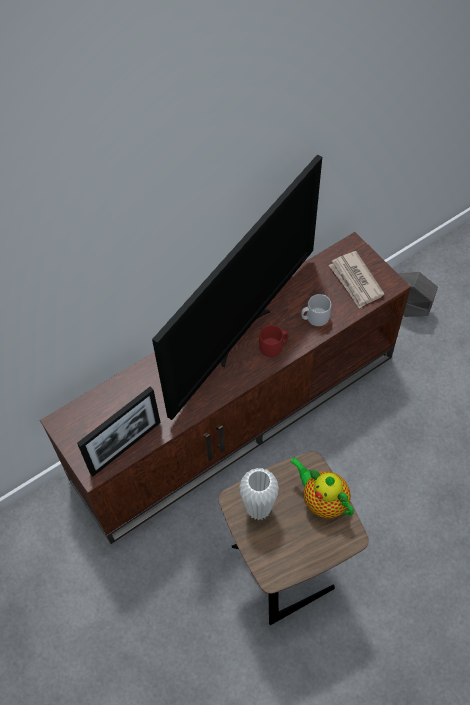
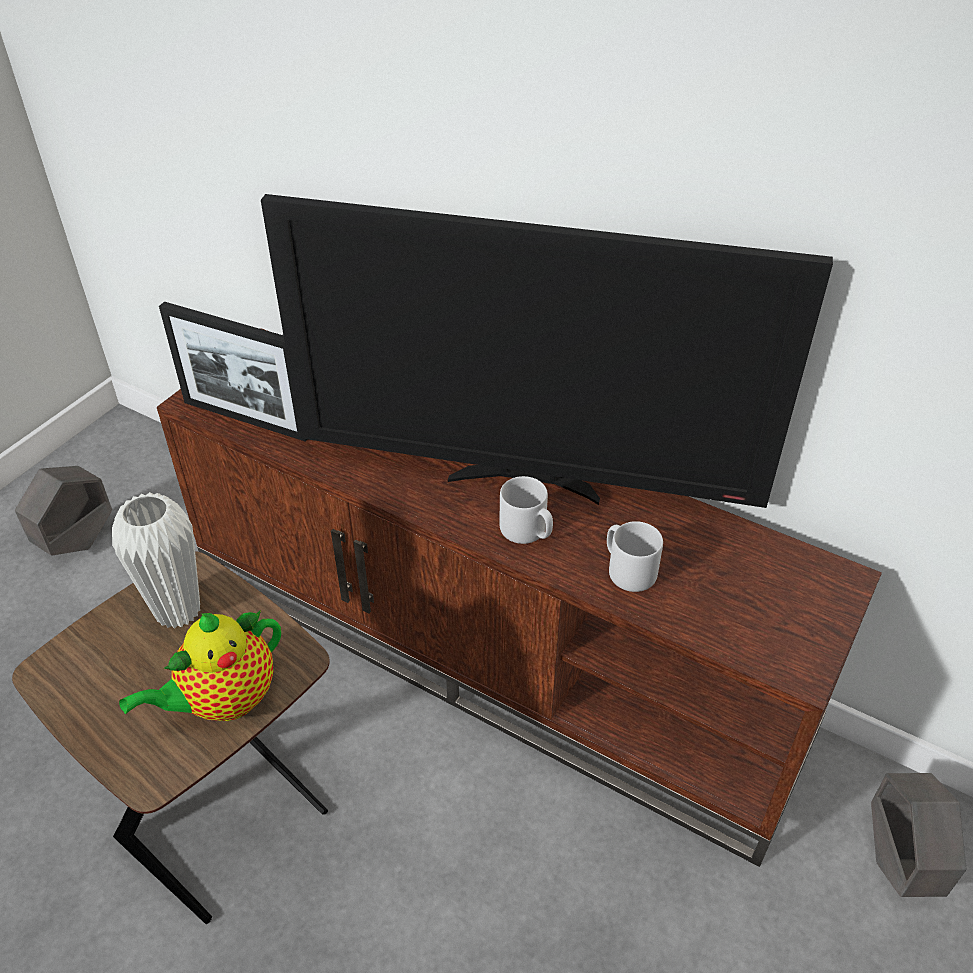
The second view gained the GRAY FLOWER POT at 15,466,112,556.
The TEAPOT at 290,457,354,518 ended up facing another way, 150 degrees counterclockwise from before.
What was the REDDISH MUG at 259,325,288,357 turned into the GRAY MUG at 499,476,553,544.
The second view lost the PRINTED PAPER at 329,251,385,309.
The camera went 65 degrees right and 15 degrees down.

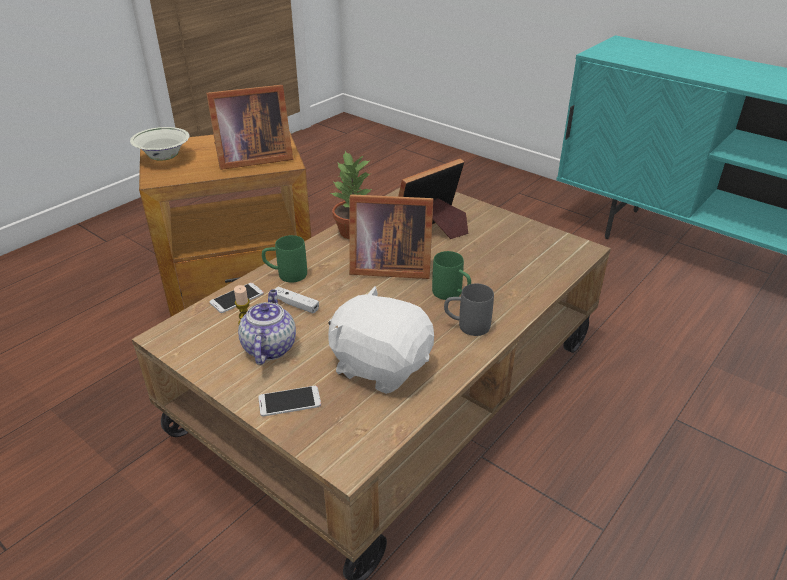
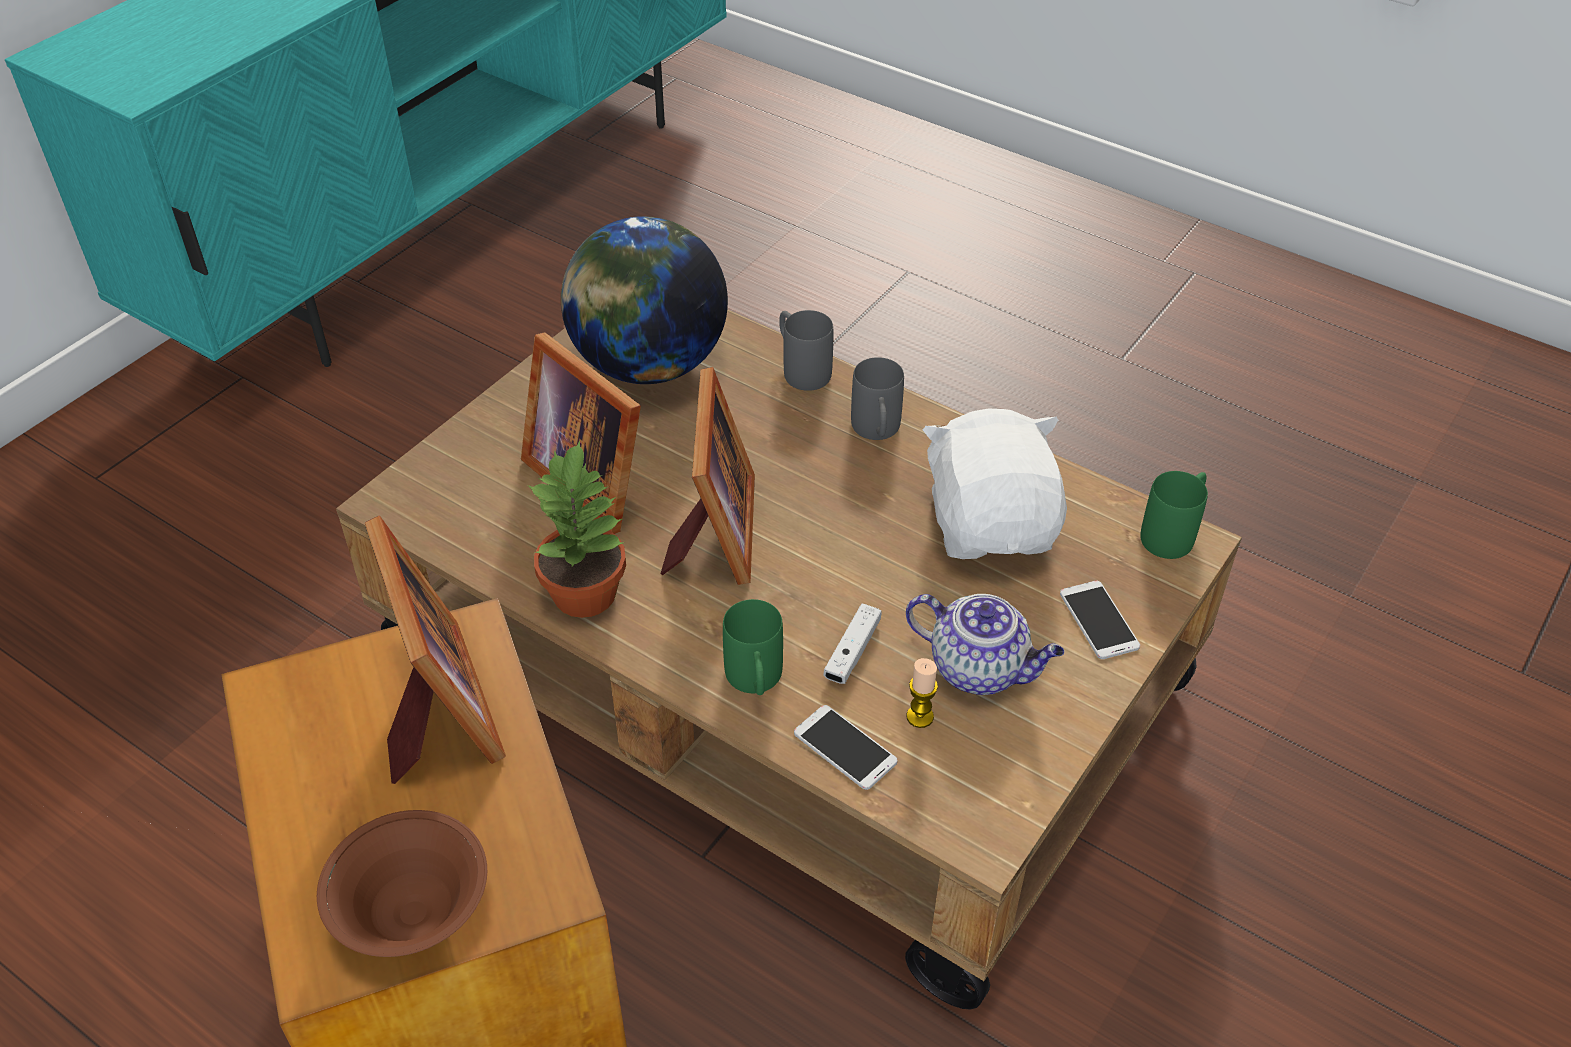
What was the WHITISH DEEP DISH at 130,127,190,161 turned into the BROWNISH DEEP DISH at 317,810,487,957.
The second view gained the DESK GLOBE at 561,216,728,384.
The second view gained the GRAY MUG at 779,310,833,391.
The TEAPOT at 238,290,296,365 ended up facing another way, 150 degrees counterclockwise from before.
The WHITISH SOFT TOY at 328,286,434,394 ended up facing another way, 150 degrees clockwise from before.
The GREEN-COLOURED MUG ended up elsewhere, having gone from 432,251,471,300 to 1140,471,1208,559.
The camera went 95 degrees left and 10 degrees up.

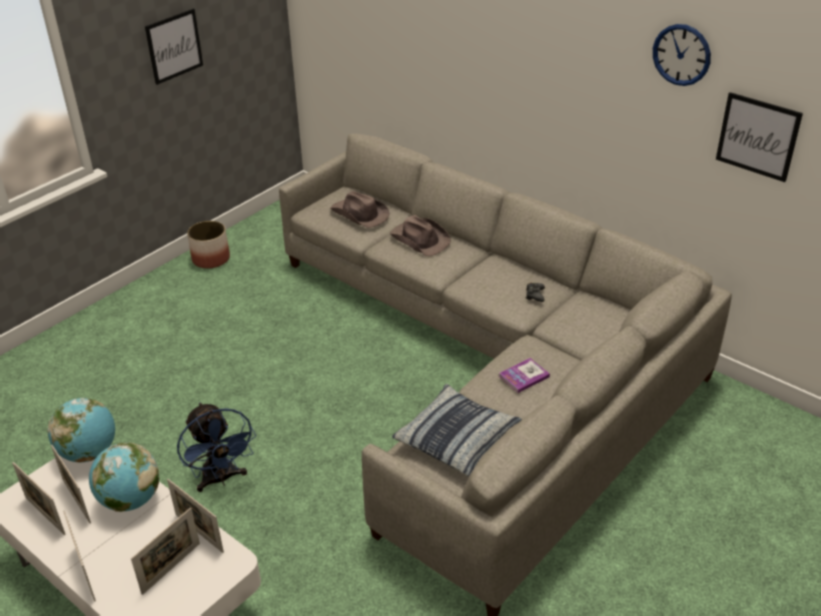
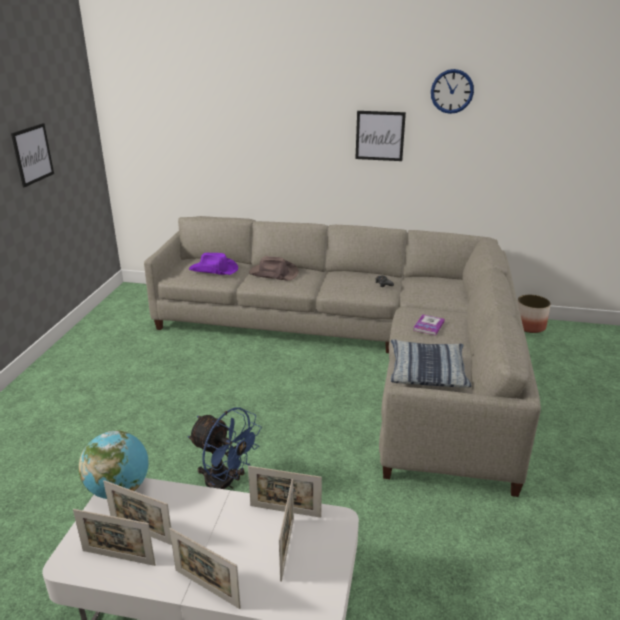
What was the BROWNISH HAT at 330,191,390,228 turned into the PURPLE-COLOURED HAT at 189,253,238,275.
The PICTURE ended up elsewhere, having gone from 716,92,803,182 to 355,111,406,161.
The FLOWER POT ended up elsewhere, having gone from 187,221,230,269 to 517,295,551,333.
The second view lost the DESK GLOBE at 89,443,159,512.
The camera went 30 degrees left and 10 degrees down.

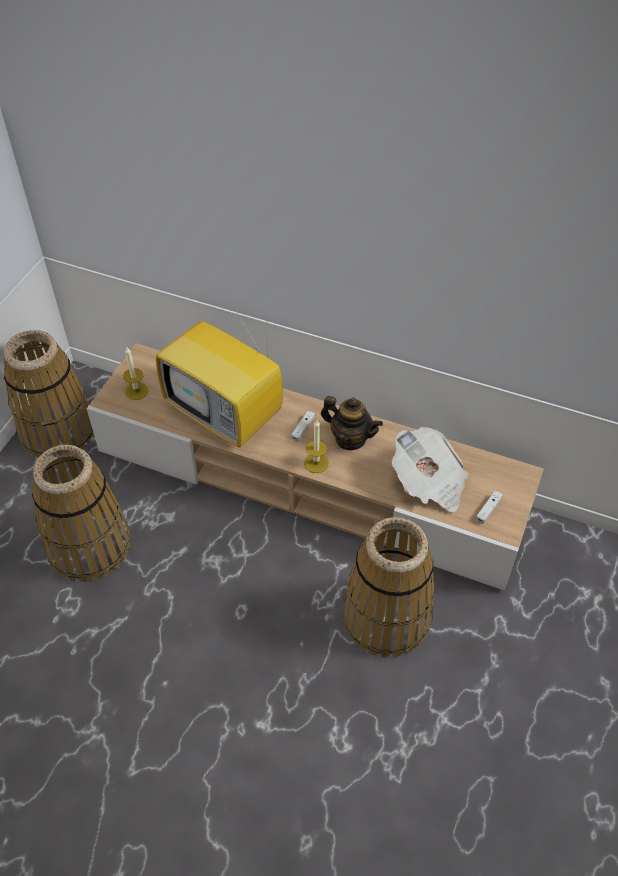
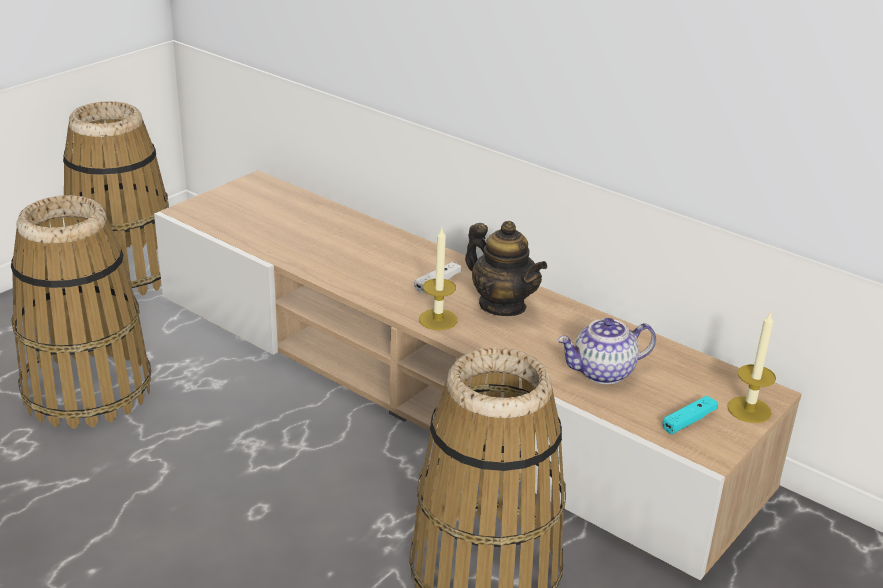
Where the PRINTED PAPER stood at 392,427,469,512, the TEAPOT came to stand at 557,318,656,384.
What was the WHITISH GAMEPAD at 476,490,503,524 turned into the TURQUOISE-COLOURED GAMEPAD at 662,395,718,434.
The CANDLE ended up elsewhere, having gone from 123,347,148,400 to 727,311,776,423.
The second view lost the TV at 156,299,283,448.
The camera went 15 degrees right and 20 degrees down.

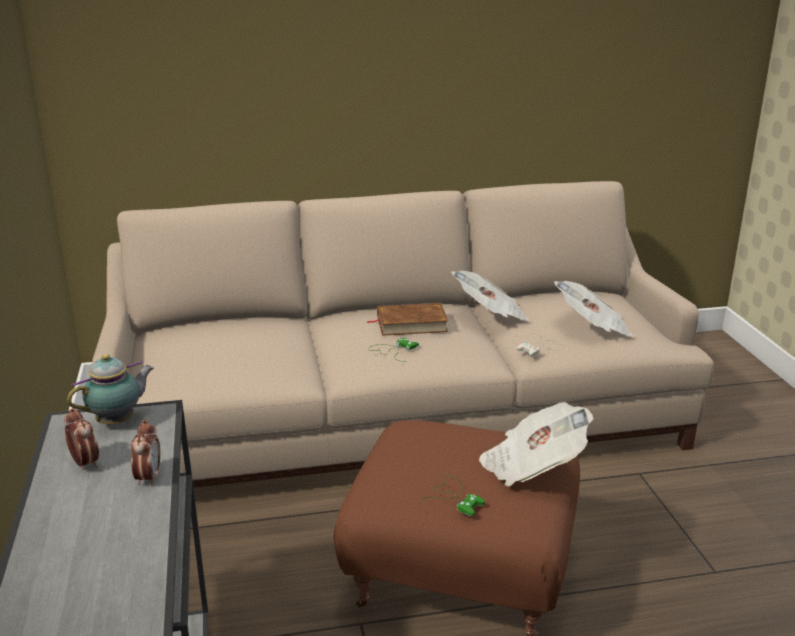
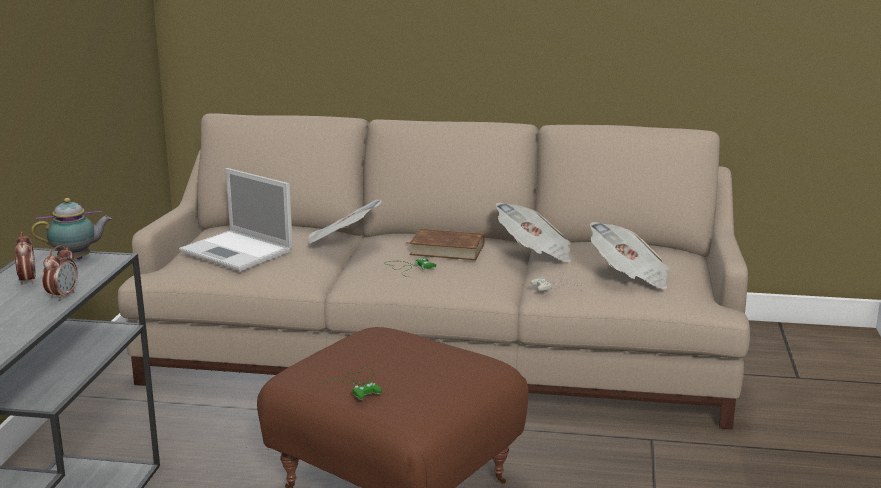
The second view gained the PORTABLE COMPUTER at 179,168,293,271.
The PRINTED PAPER ended up elsewhere, having gone from 479,402,594,487 to 308,199,382,245.
The camera went 20 degrees right and 5 degrees down.

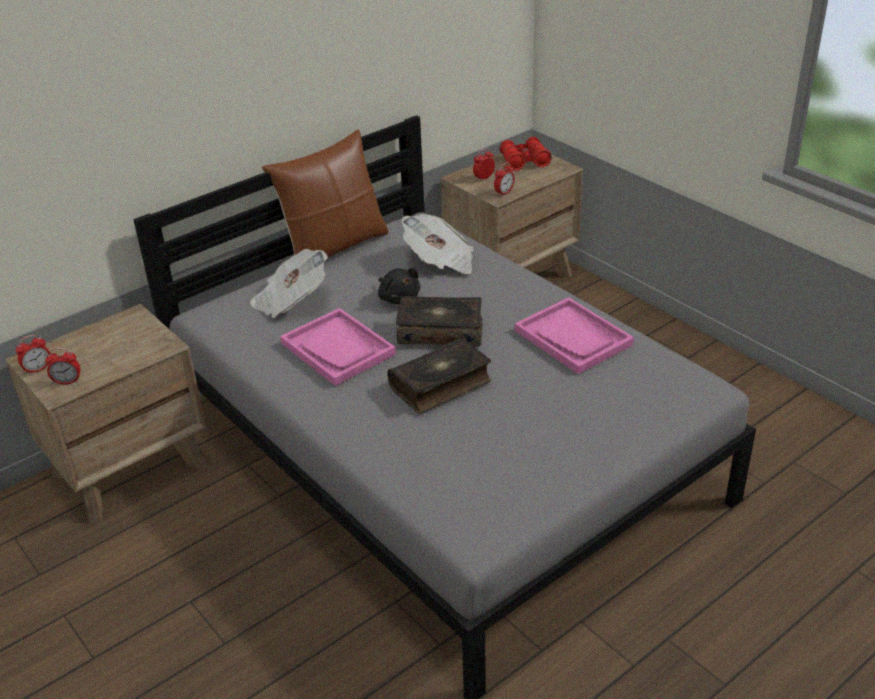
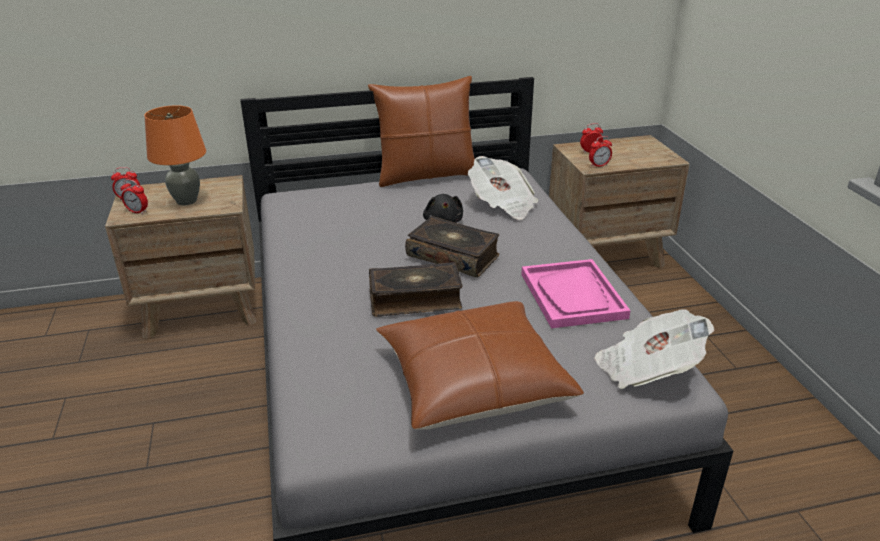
The second view gained the ORANGE TABLETOP LAMP at 144,105,206,205.
The second view gained the BROWNISH THROW PILLOW at 376,301,584,430.
The PRINTED PAPER ended up elsewhere, having gone from 250,249,328,318 to 594,309,714,389.
The second view lost the PINK-COLOURED SERVING TRAY at 280,308,396,386.
The second view lost the REDDISH FIELD GLASSES at 499,137,552,171.
The camera went 25 degrees right and 5 degrees down.

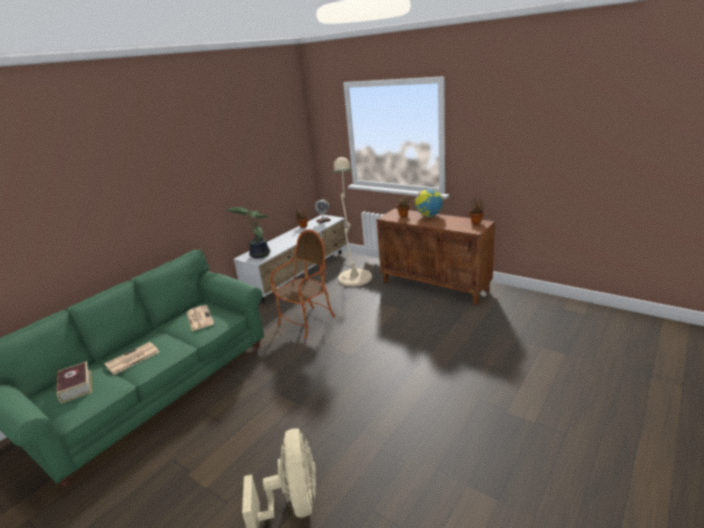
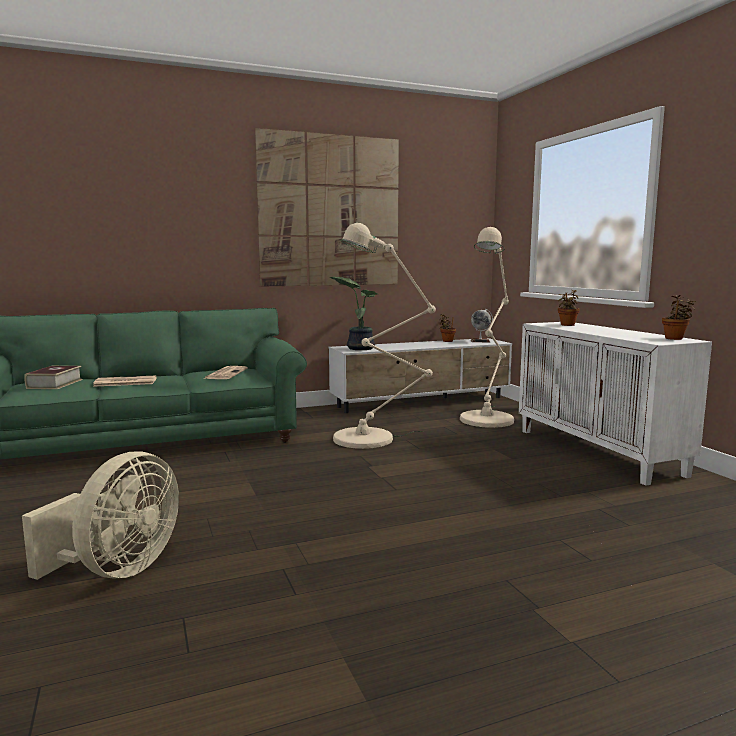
The second view gained the PICTURE at 255,128,399,287.
Where the EASY CHAIR stood at 270,229,335,339, the BEIGE-COLOURED FLOOR LAMP came to stand at 333,223,436,449.
What was the BROWNISH STORAGE CABINET at 376,208,495,305 turned into the WHITISH STORAGE CABINET at 519,322,712,486.
The second view lost the DESK GLOBE at 415,189,443,217.
The camera went 30 degrees right and 15 degrees down.

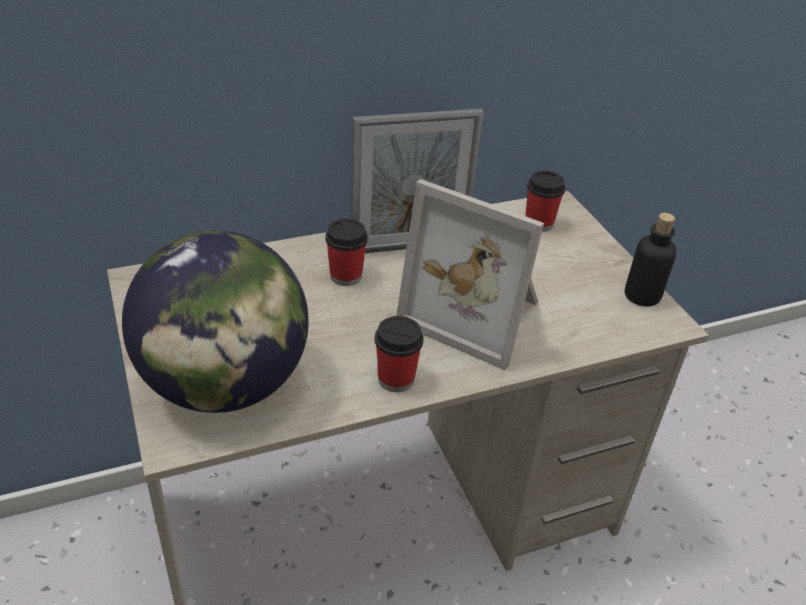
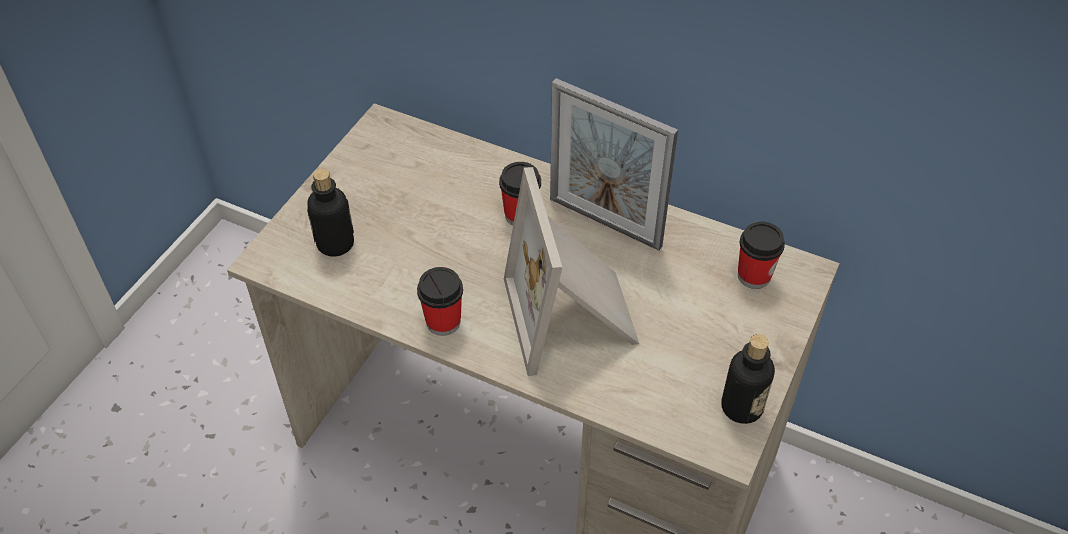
Where the DESK GLOBE stood at 122,231,309,413, the BOTTLE came to stand at 307,169,354,257.
The camera went 50 degrees right and 10 degrees up.

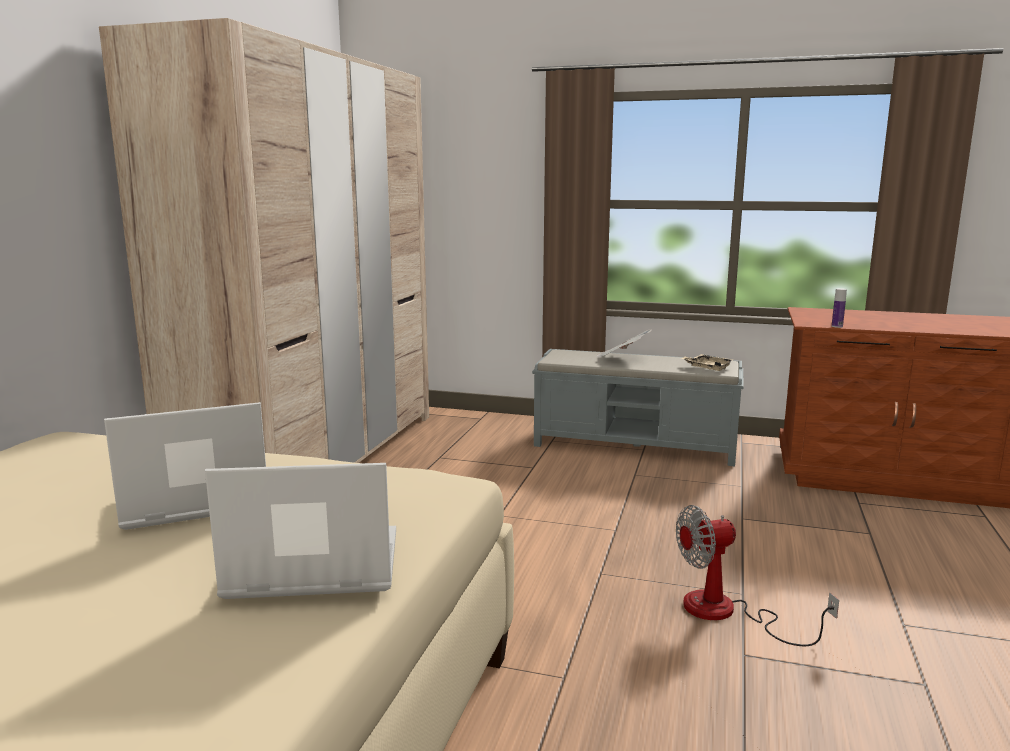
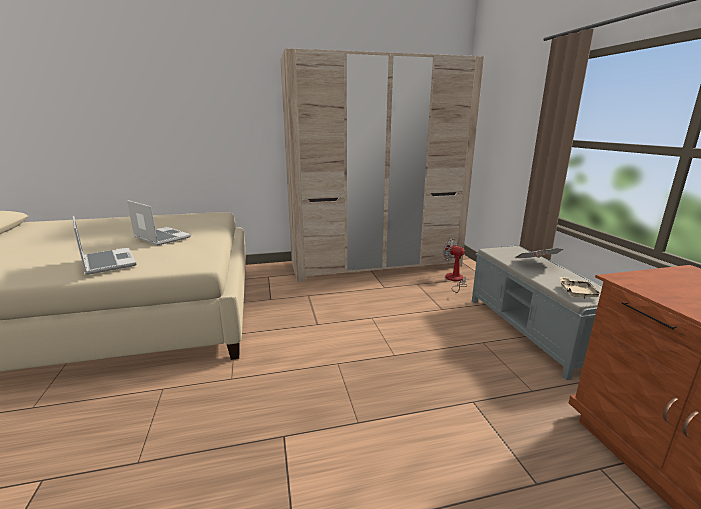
The FAN ended up elsewhere, having gone from 676,505,839,647 to 443,239,467,293.
The second view lost the BOTTLE at 832,288,847,328.
The camera went 60 degrees right and 5 degrees up.

